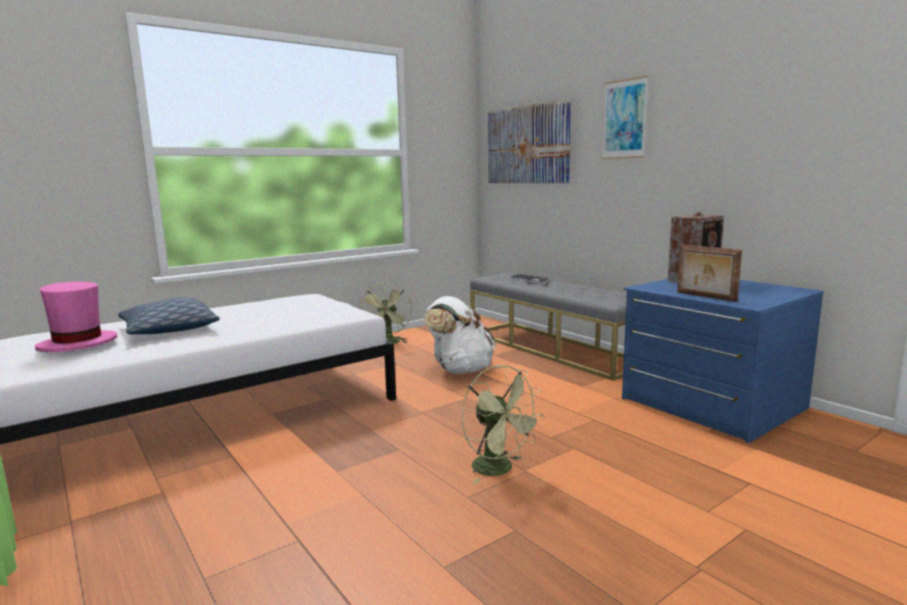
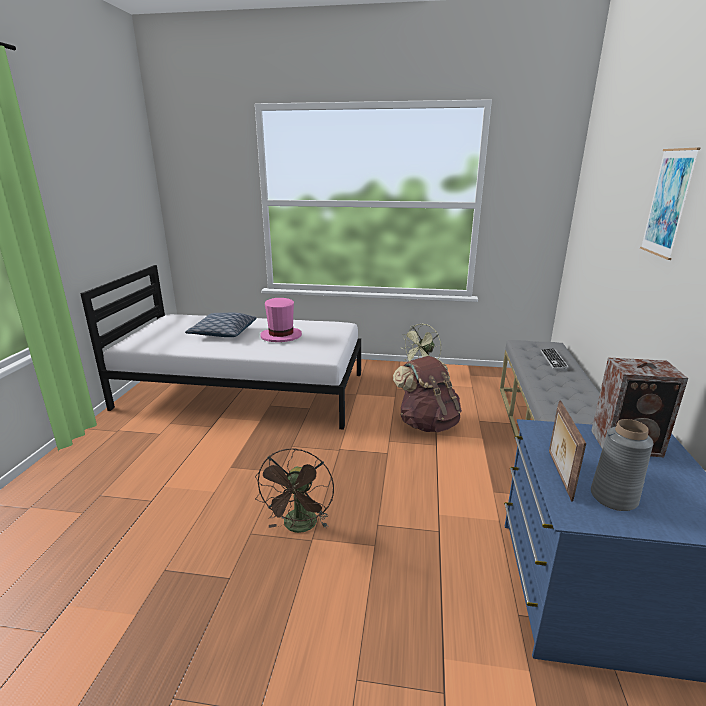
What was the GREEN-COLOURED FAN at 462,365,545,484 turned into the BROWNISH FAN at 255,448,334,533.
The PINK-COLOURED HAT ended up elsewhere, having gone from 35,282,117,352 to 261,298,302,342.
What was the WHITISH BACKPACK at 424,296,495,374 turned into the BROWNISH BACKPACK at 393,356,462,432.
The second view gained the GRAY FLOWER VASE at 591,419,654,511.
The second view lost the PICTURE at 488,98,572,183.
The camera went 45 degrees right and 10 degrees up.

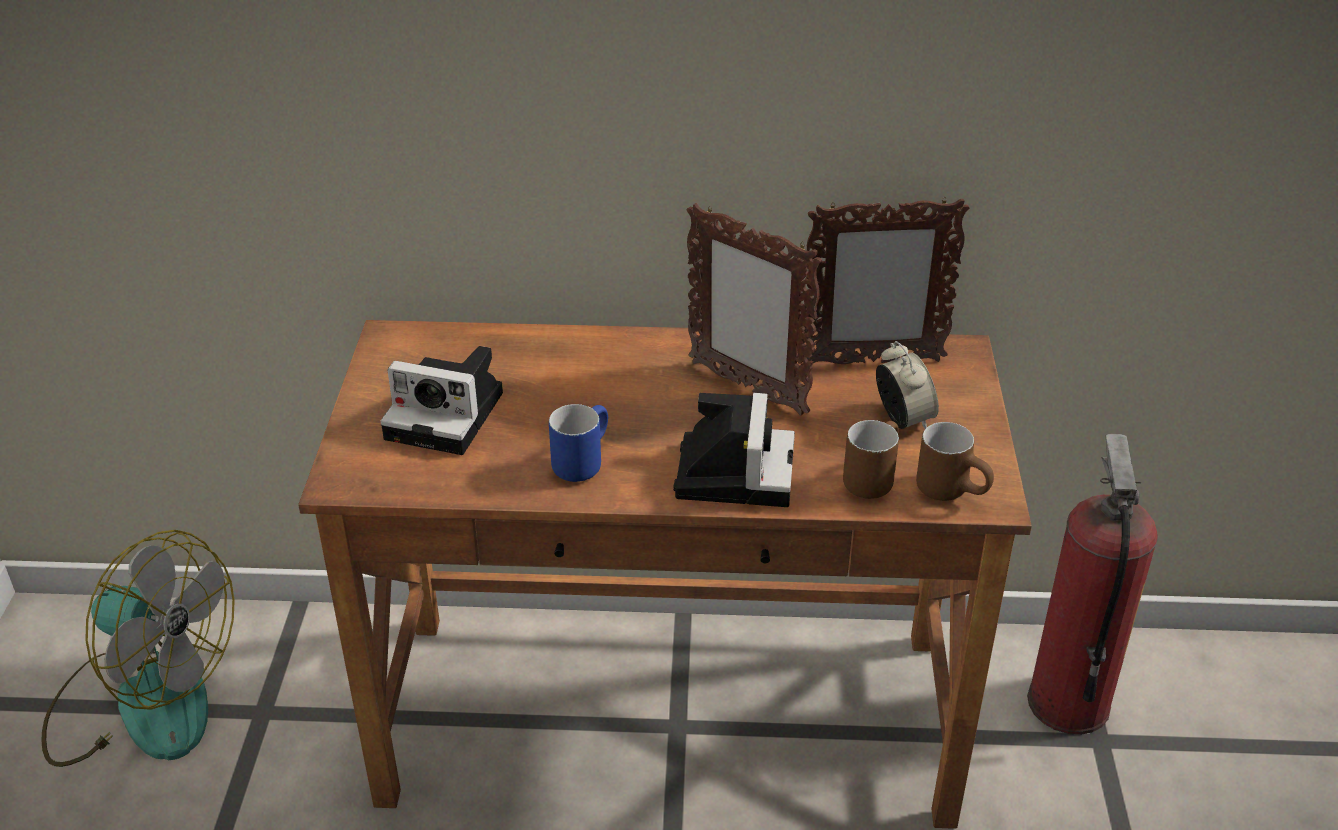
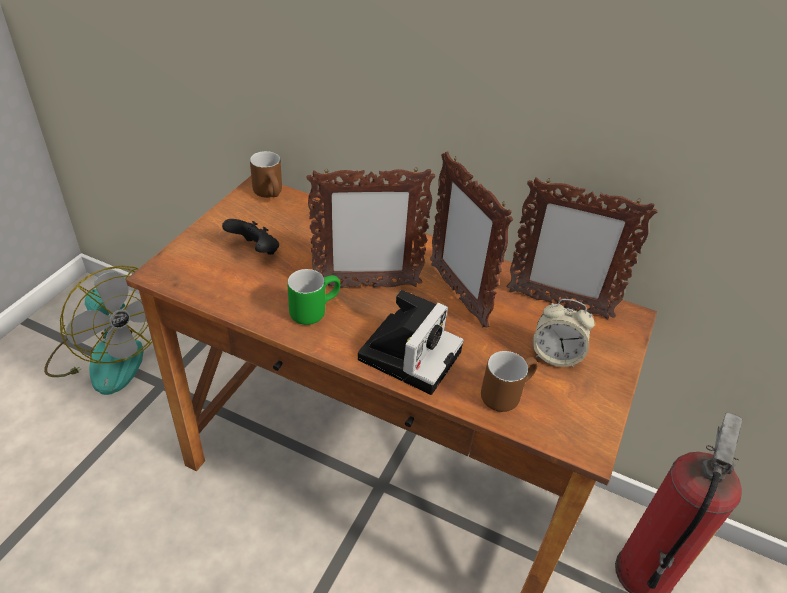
Where the STILL CAMERA stood at 380,346,503,455, the BLACKISH GAMEPAD came to stand at 222,219,279,255.
The BROWNISH MUG ended up elsewhere, having gone from 916,422,994,501 to 250,151,282,198.
What was the BLUISH MUG at 549,404,608,482 turned into the GREEN-COLOURED MUG at 287,269,340,325.
The second view gained the STANDING FRAME at 306,167,435,288.
The ALARM CLOCK at 876,341,939,429 ended up facing another way, 105 degrees clockwise from before.
The camera went 20 degrees right and 5 degrees up.

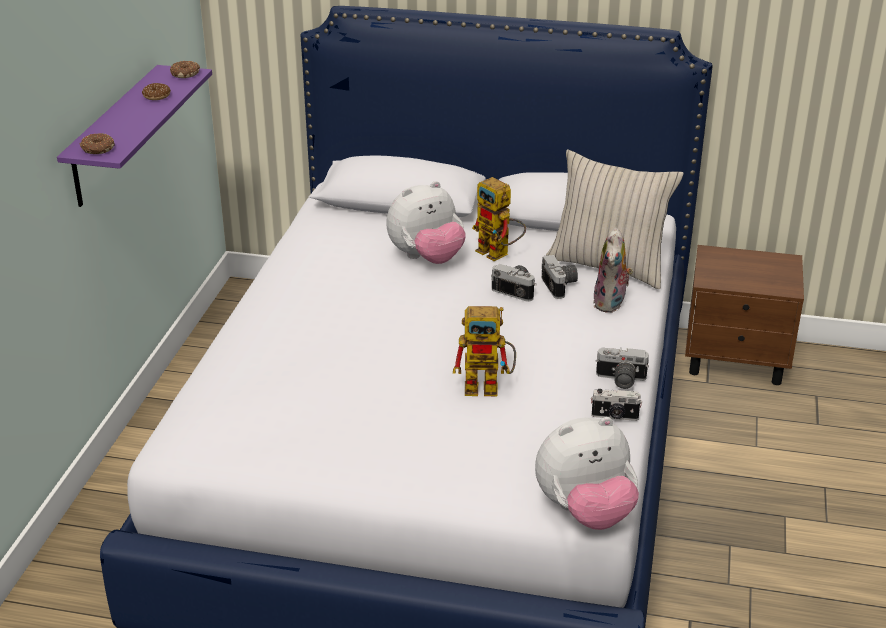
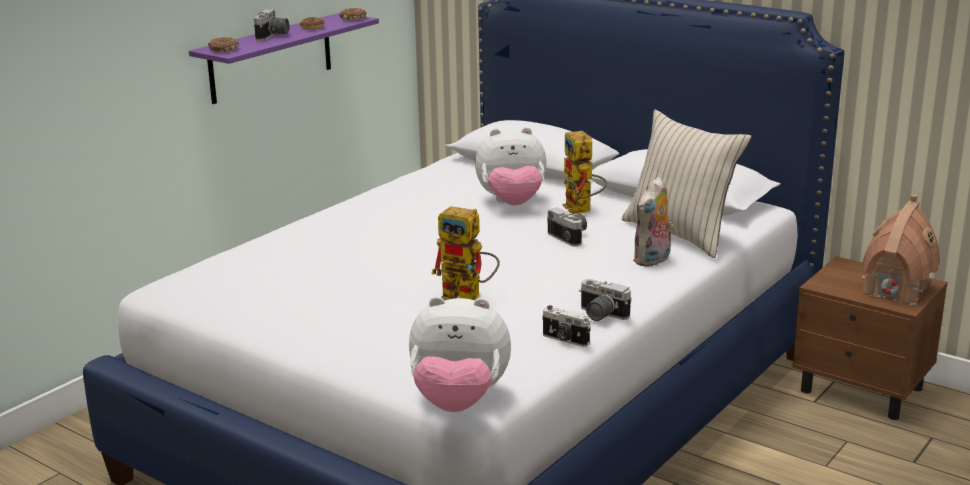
The STILL CAMERA ended up elsewhere, having gone from 542,255,578,299 to 254,9,289,41.
The second view gained the MODEL HOUSE at 861,194,940,306.
The camera went 25 degrees right and 10 degrees down.

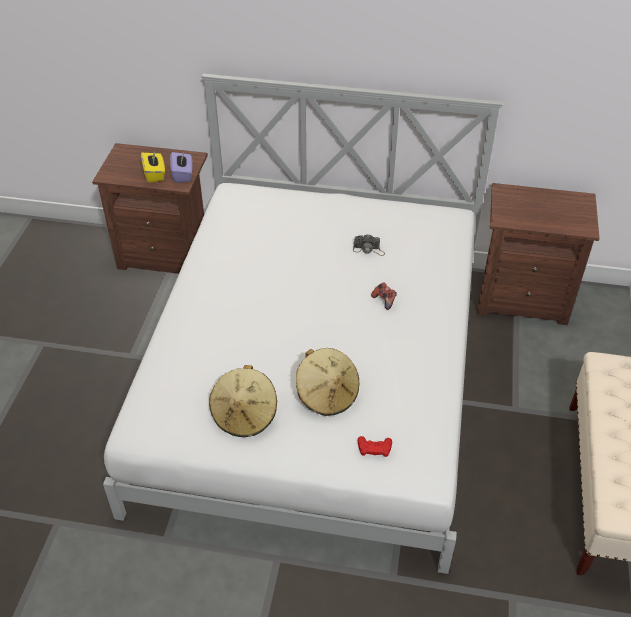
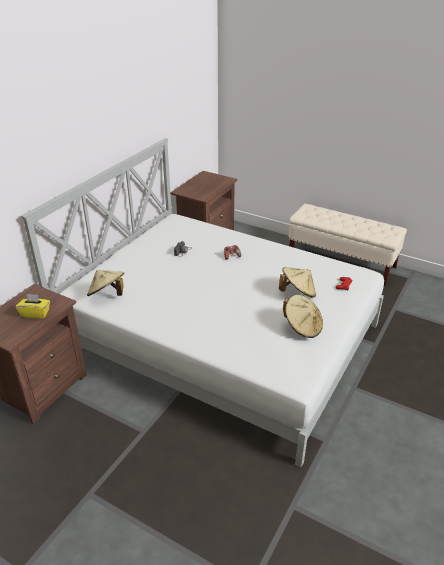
The second view gained the BEIGE-COLOURED HAT at 87,270,124,296.
The second view lost the PURPLE-COLOURED TISSUE HOLDER at 170,152,192,183.
The camera went 70 degrees left and 10 degrees down.

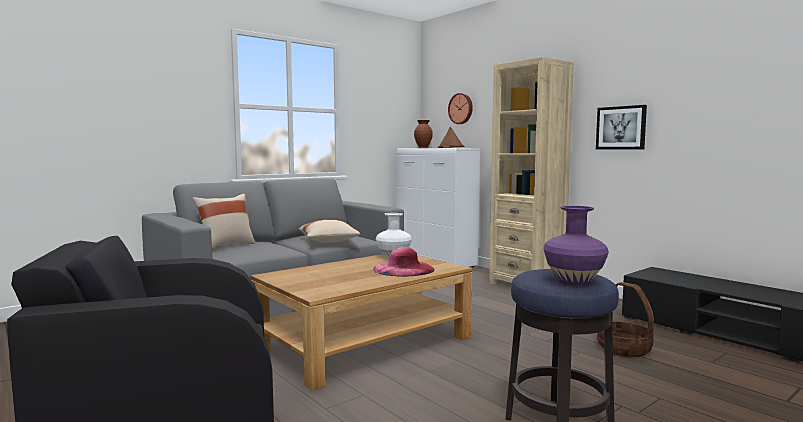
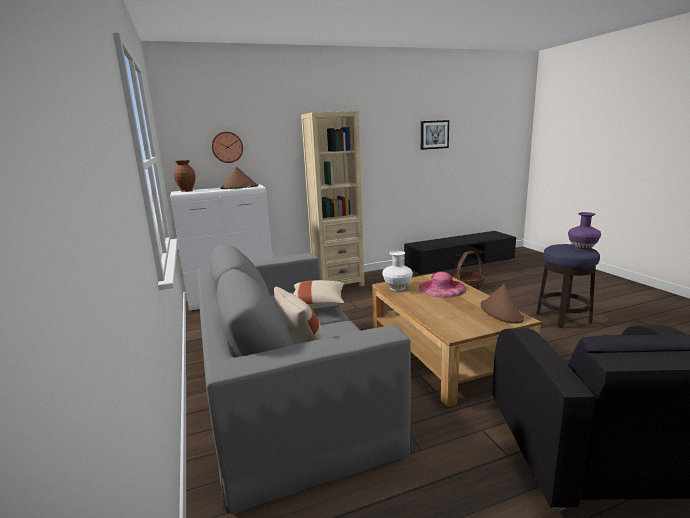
The PICTURE ended up elsewhere, having gone from 596,105,647,149 to 421,120,449,150.
The second view gained the BROWNISH HAT at 480,284,524,324.
The camera went 70 degrees left and 10 degrees up.

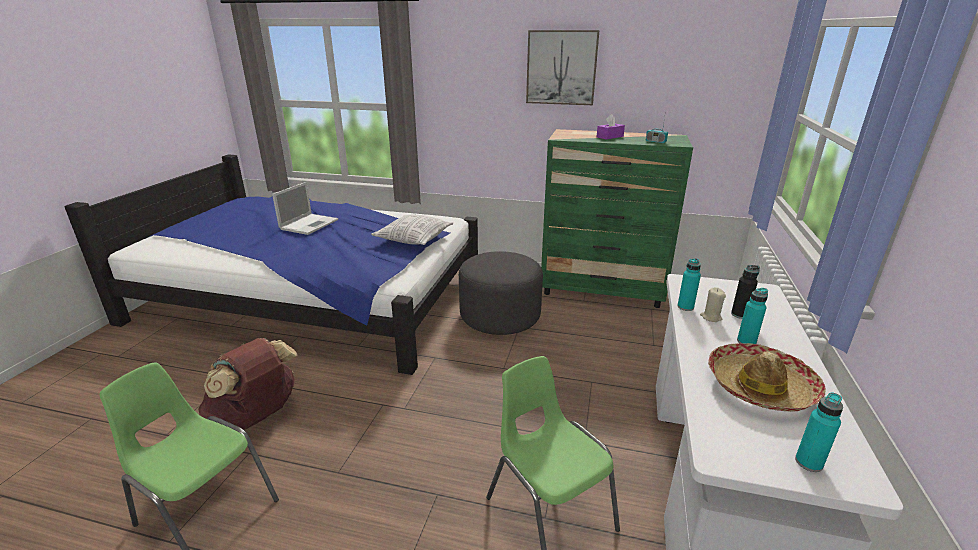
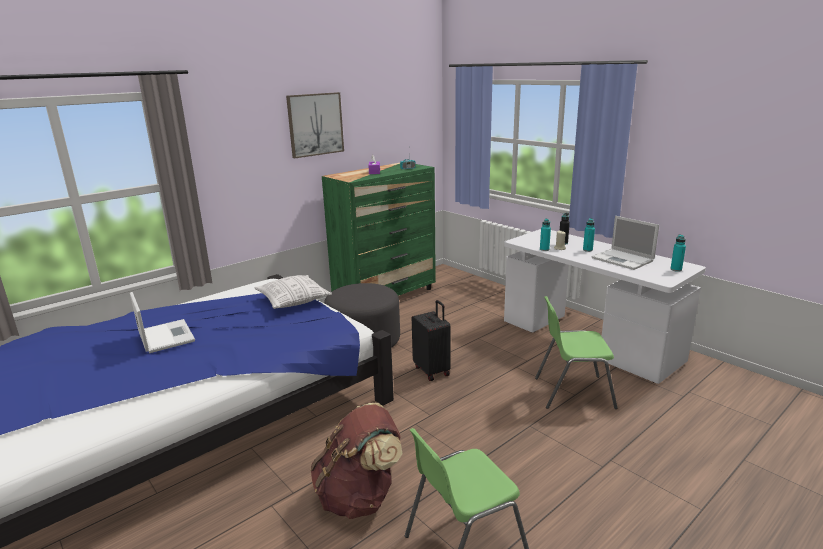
The second view gained the BLACKISH PIECE OF LUGGAGE at 412,300,451,381.
Where the HAT stood at 708,343,826,412, the PORTABLE COMPUTER came to stand at 592,216,659,270.
The camera went 55 degrees left and 5 degrees down.

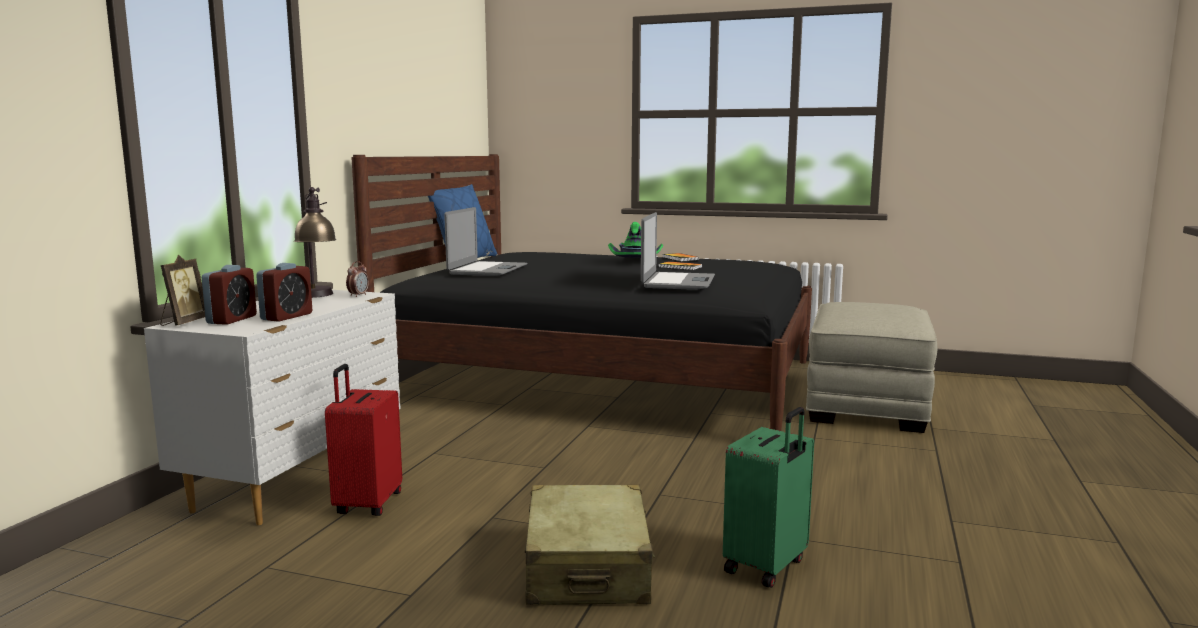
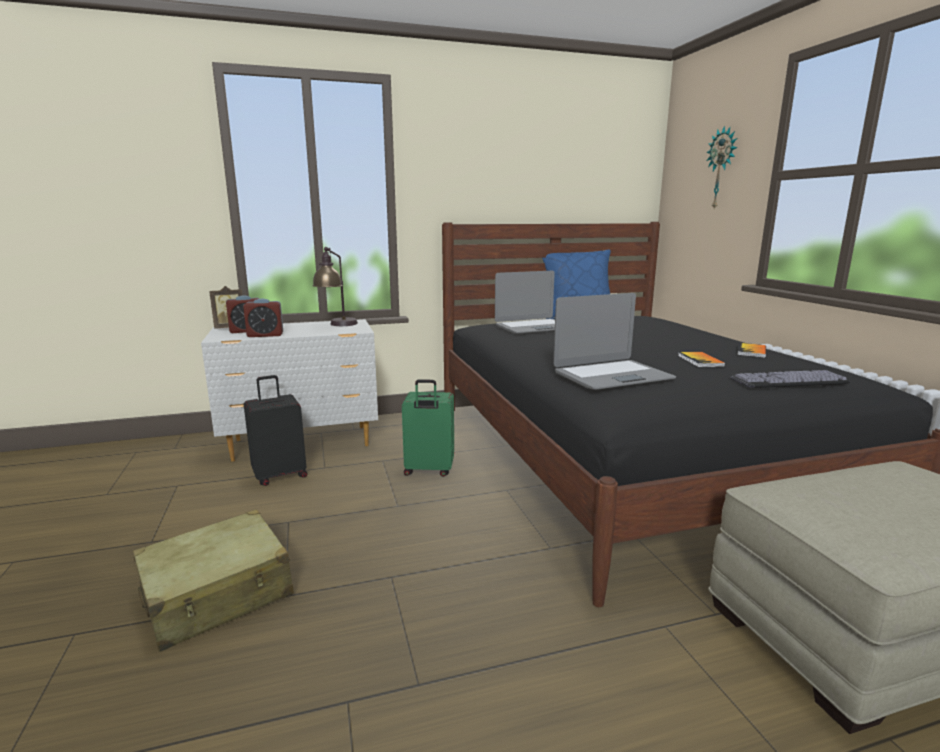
What was the REDDISH PIECE OF LUGGAGE at 325,364,402,516 turned into the BLACKISH PIECE OF LUGGAGE at 244,375,308,486.
The GREEN-COLOURED PIECE OF LUGGAGE ended up elsewhere, having gone from 723,407,814,588 to 402,379,454,477.
The second view gained the HANGING CLOCK at 706,126,738,209.
The second view gained the KEYBOARD at 730,370,850,388.
The second view lost the ALARM CLOCK at 346,261,369,297.
The second view lost the GREEN-COLOURED HAT at 608,222,663,258.
The camera went 55 degrees right and 5 degrees up.

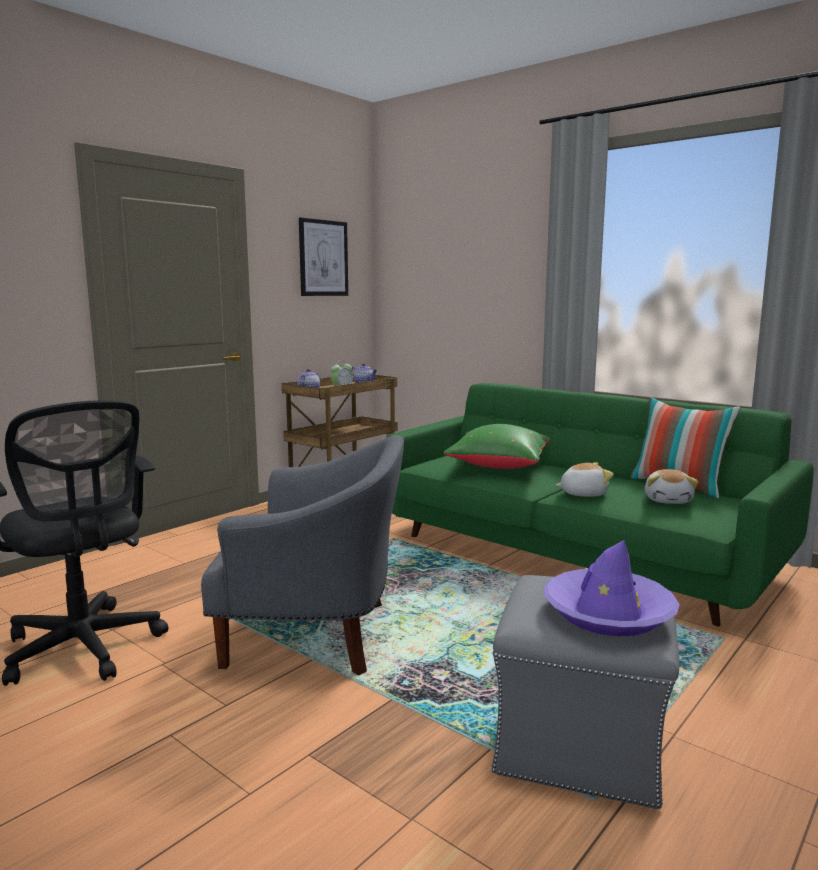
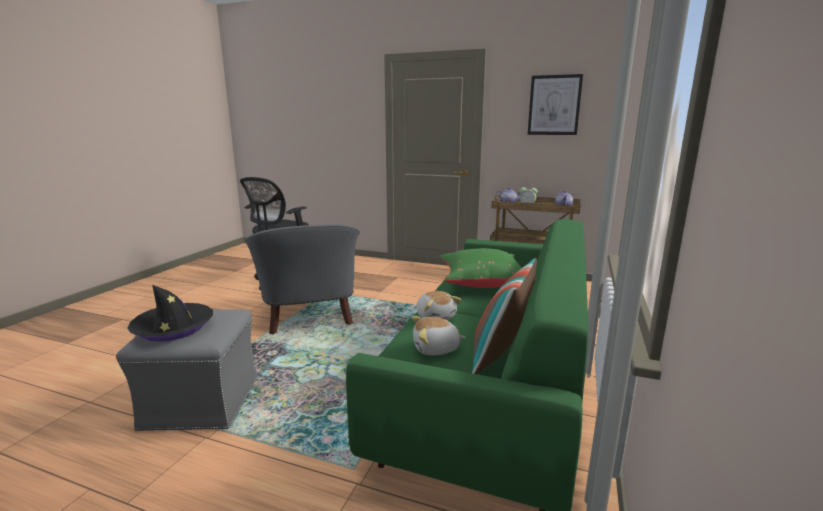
What was the PURPLE-COLOURED HAT at 543,540,680,636 turned into the BLACKISH HAT at 127,285,213,342.
The camera went 70 degrees right and 5 degrees up.

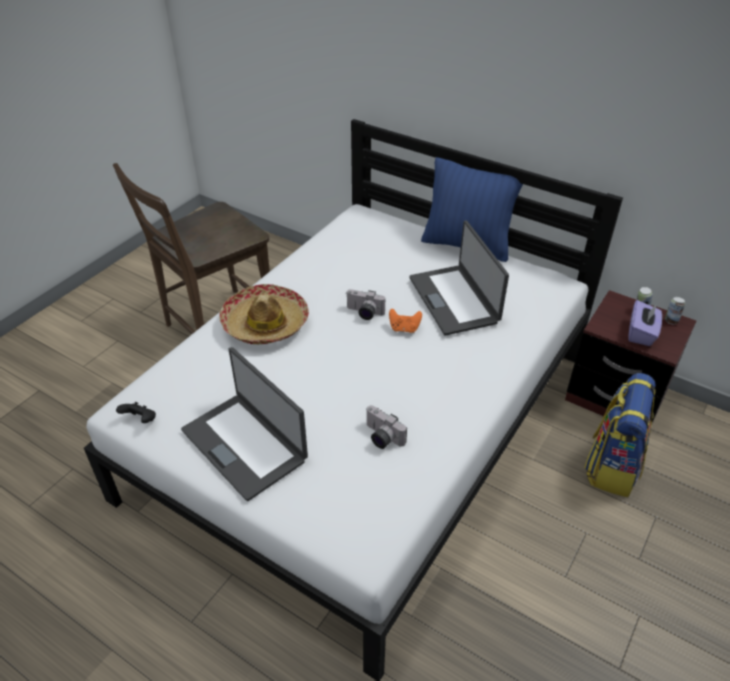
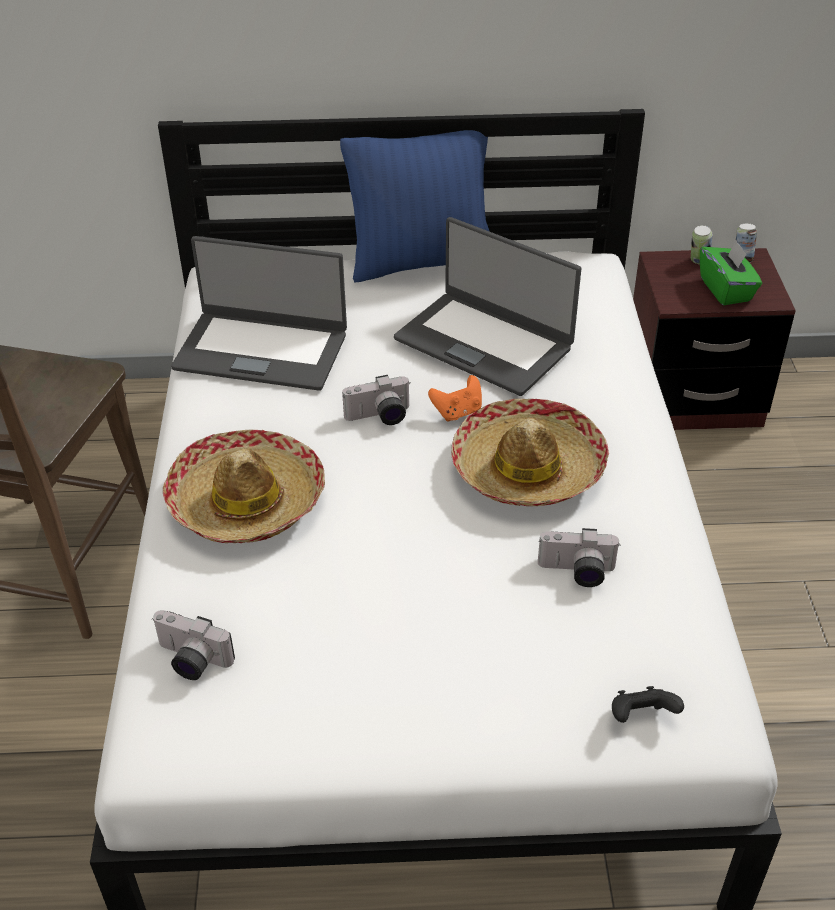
The second view gained the STILL CAMERA at 152,610,235,680.
The PORTABLE COMPUTER ended up elsewhere, having gone from 181,347,308,501 to 171,236,347,391.
The second view gained the HAT at 451,399,609,506.
The BLACKISH GAMEPAD ended up elsewhere, having gone from 116,402,156,423 to 612,686,684,723.
What was the PURPLE-COLOURED TISSUE HOLDER at 628,300,662,346 turned into the GREEN-COLOURED TISSUE HOLDER at 700,240,762,305.
The second view lost the BACKPACK at 584,373,656,497.
The camera went 35 degrees left and 0 degrees up.

